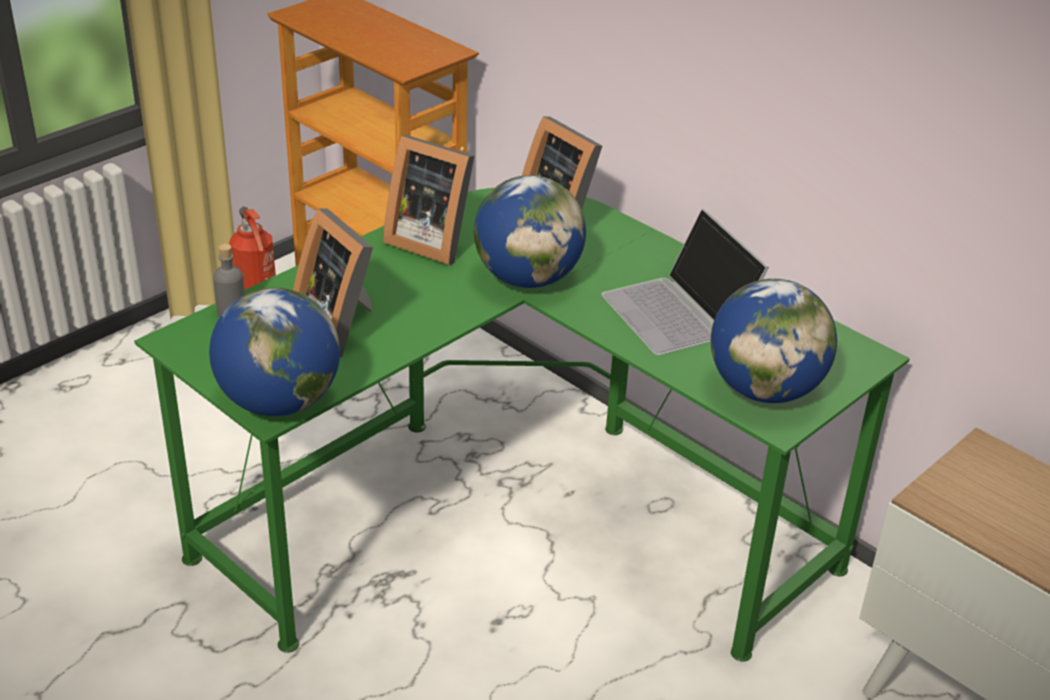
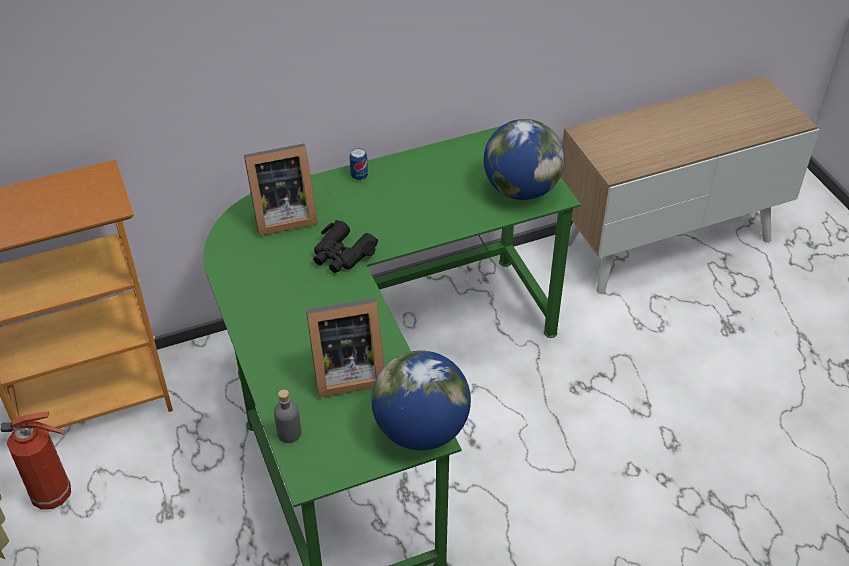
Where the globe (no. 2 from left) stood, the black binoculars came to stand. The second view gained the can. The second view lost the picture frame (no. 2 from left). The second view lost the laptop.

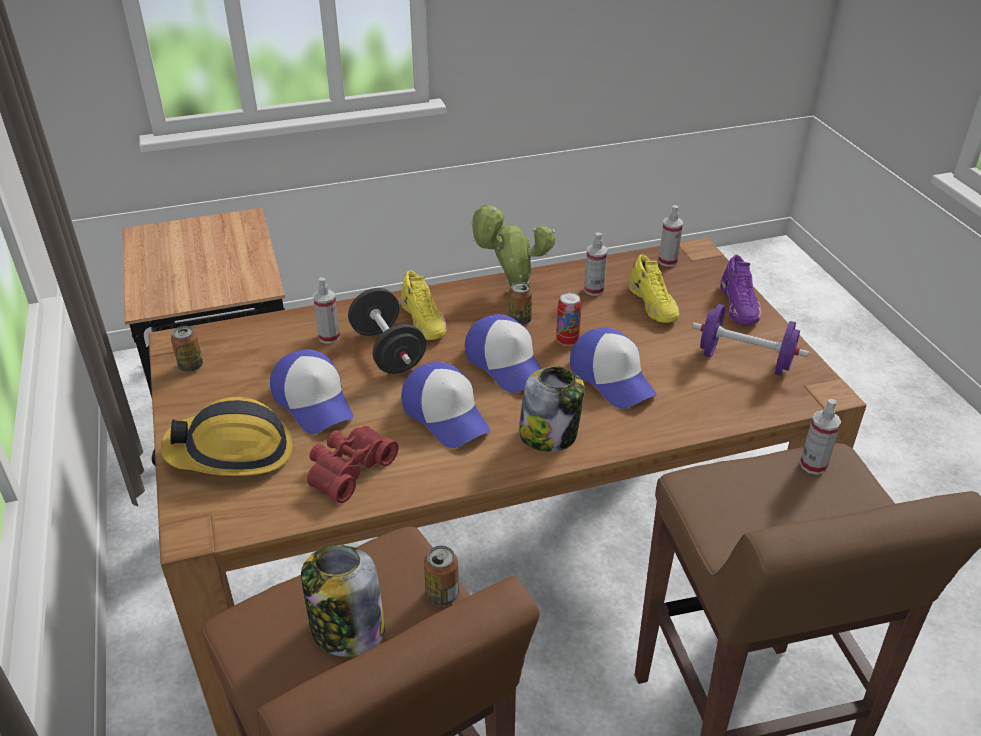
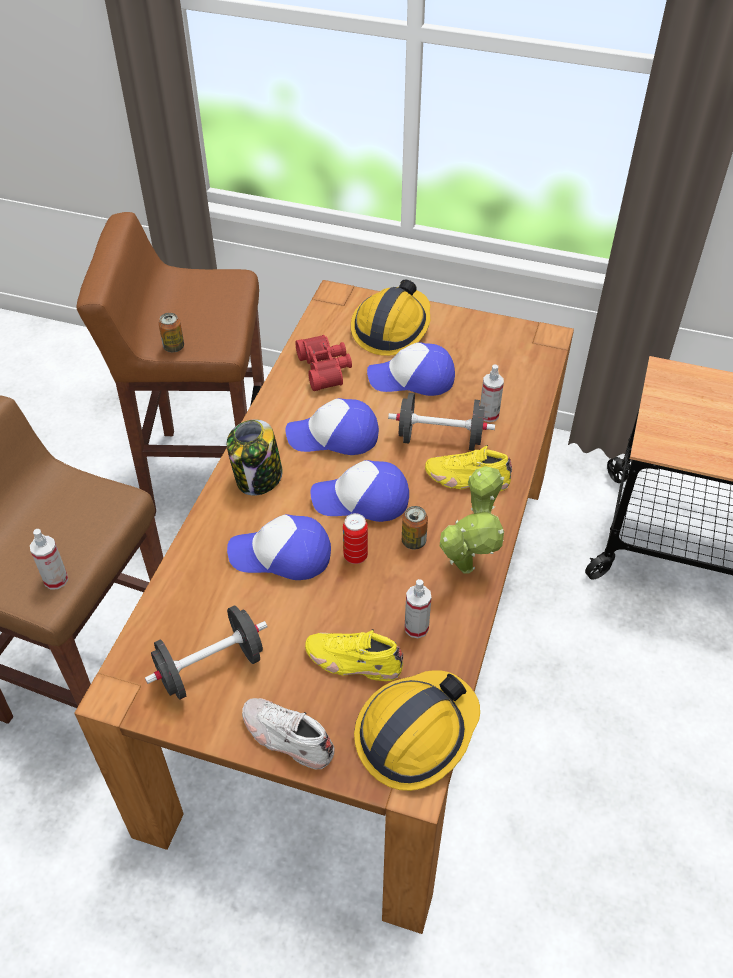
What was the purple dumbbell turned into the black dumbbell (no. 1 from left). What was the purple shoe turned into the white shoe. Where the spray bottle (no. 3 from left) stood, the hard hat (no. 2 from left) came to stand. The second view lost the can (no. 1 from left). The second view lost the jar (no. 1 from left).

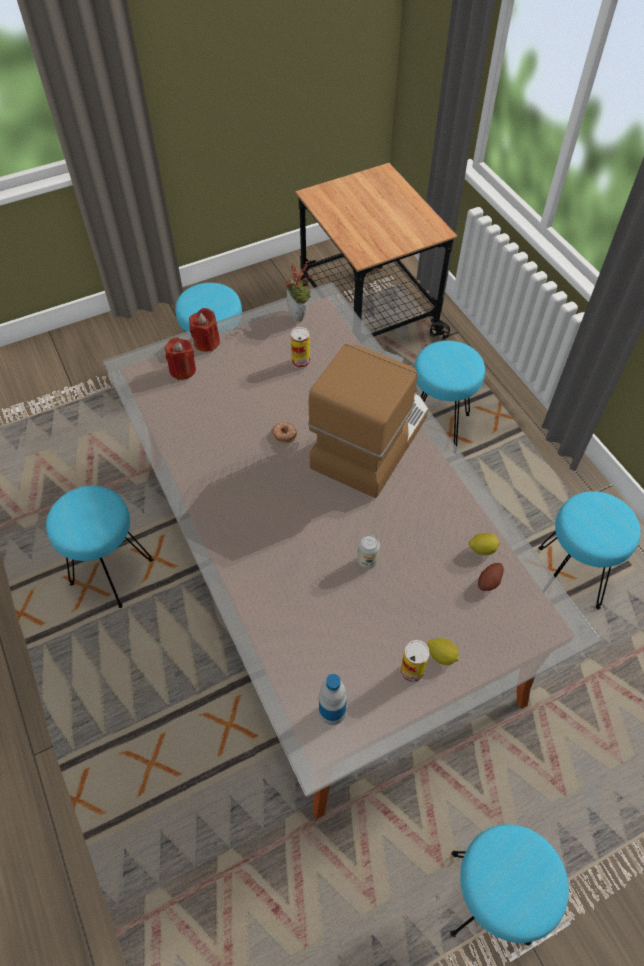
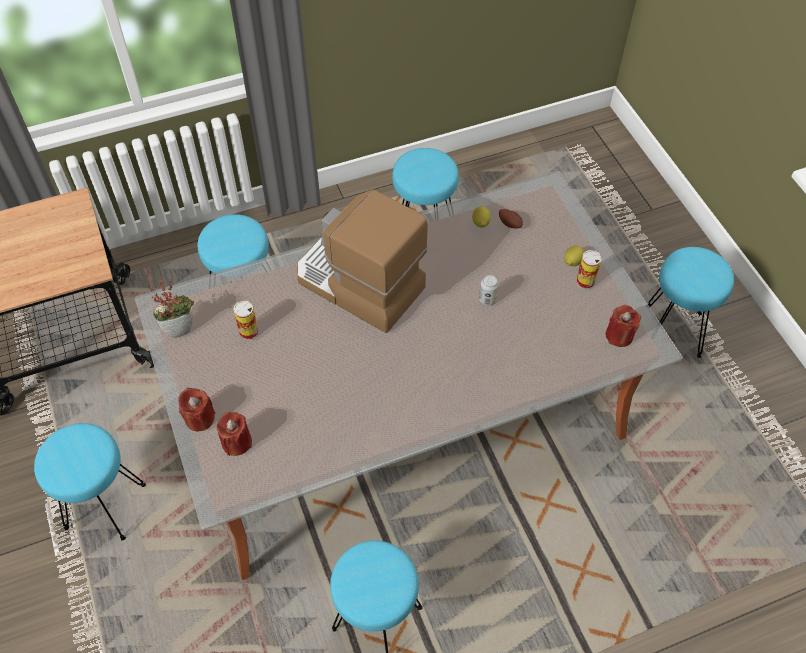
Where the bottle stood, the red candle (no. 3 from left) came to stand. The second view lost the donut.

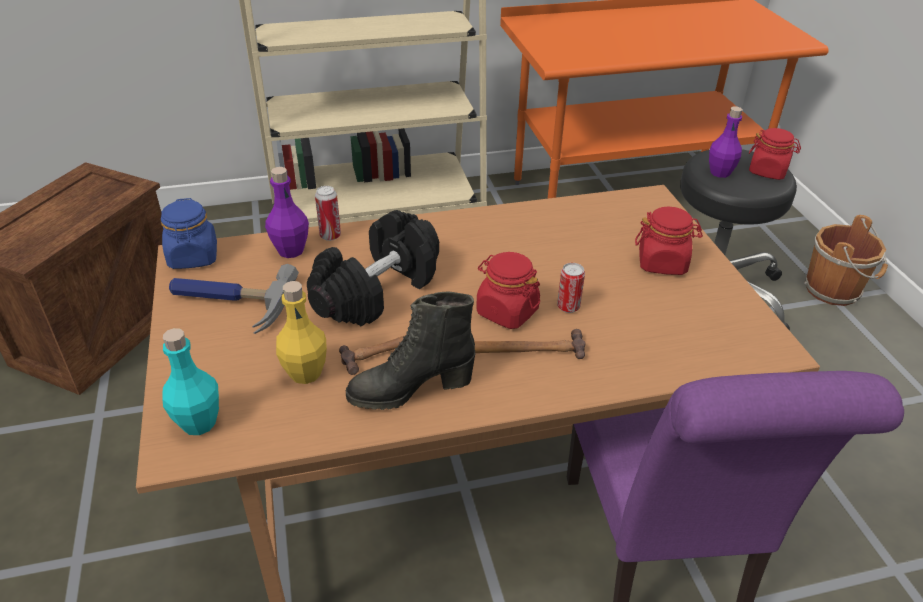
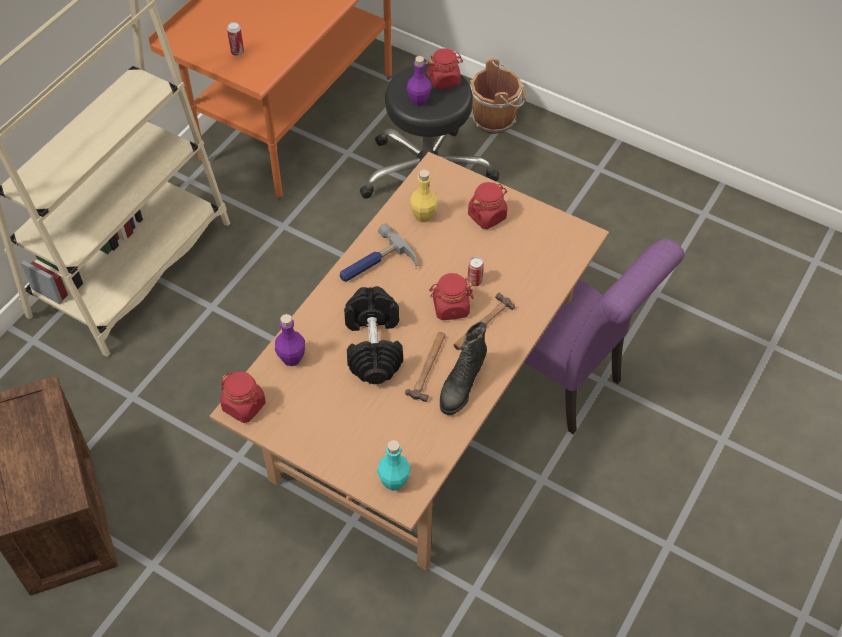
What was the blue jar turned into the red jar (no. 1 from left). The can (no. 1 from left) ended up elsewhere. The hammer (no. 1 from left) ended up elsewhere. The yellow bottle ended up elsewhere.

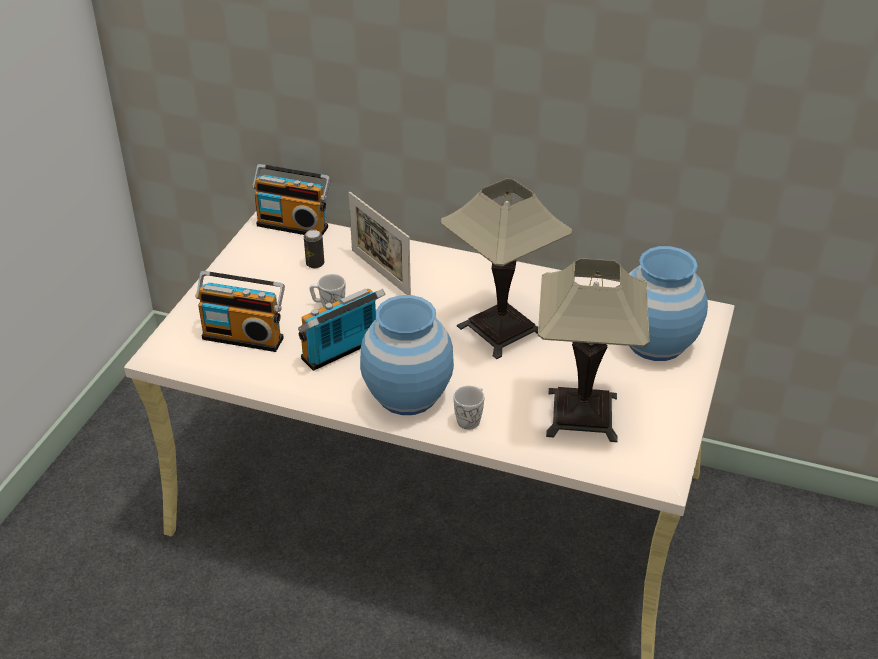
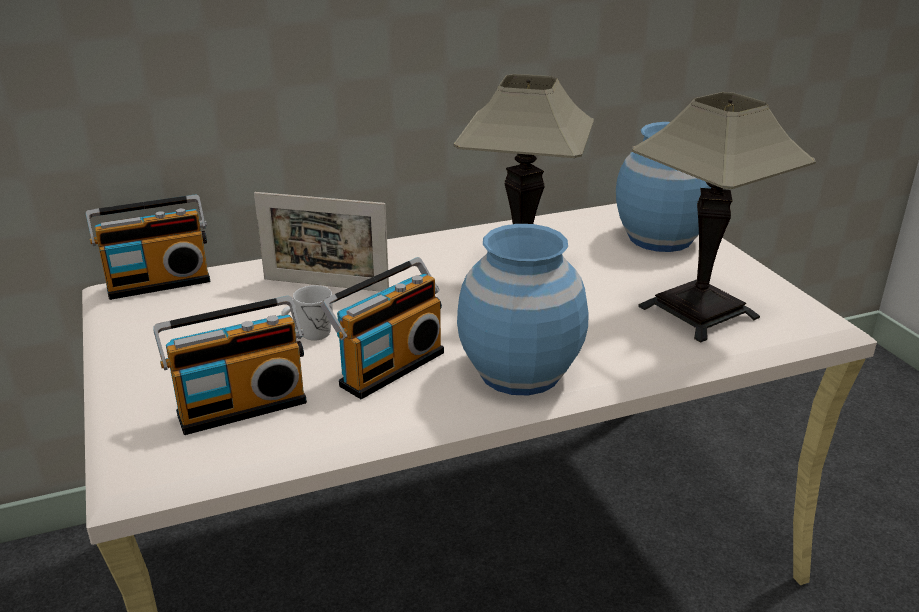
The radio (no. 3 from left) ended up facing another way, 150 degrees counterclockwise from before. The second view lost the can. The second view lost the white mug (no. 2 from left).

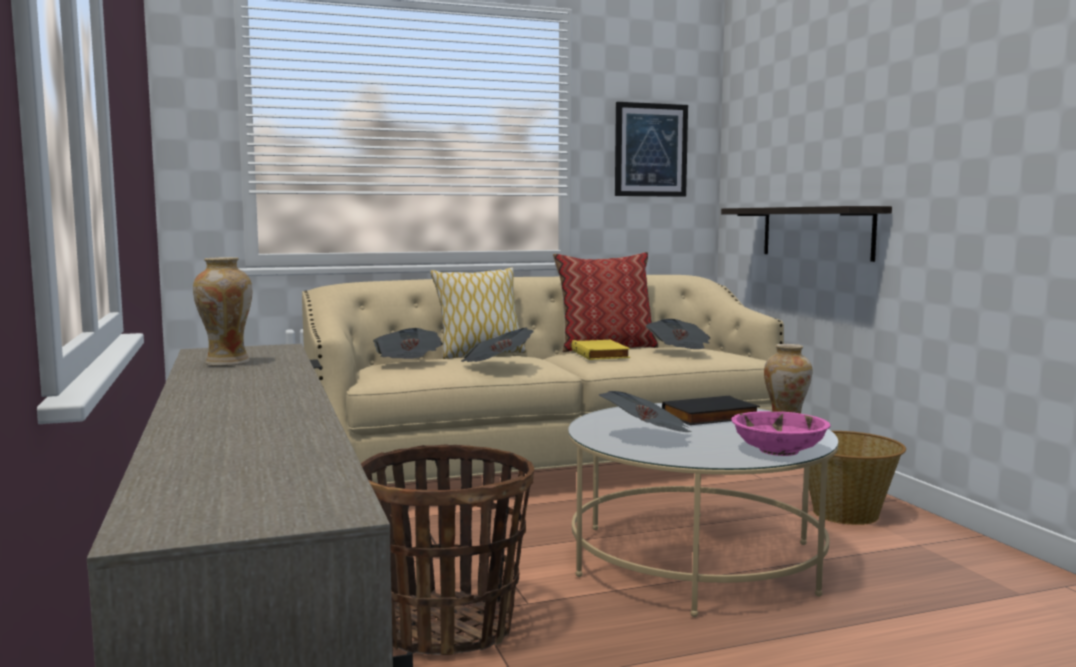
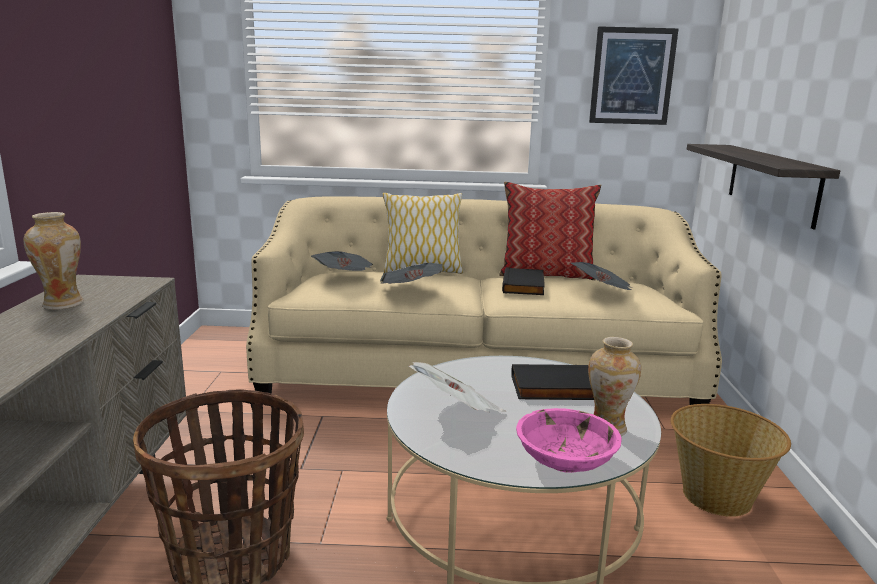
What was the yellow book turned into the black book (no. 1 from left).

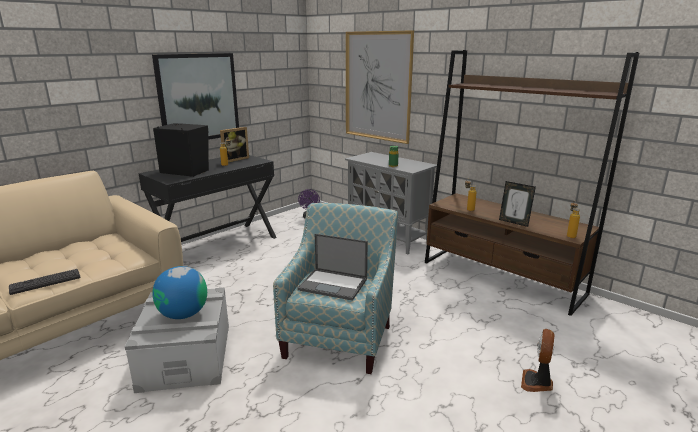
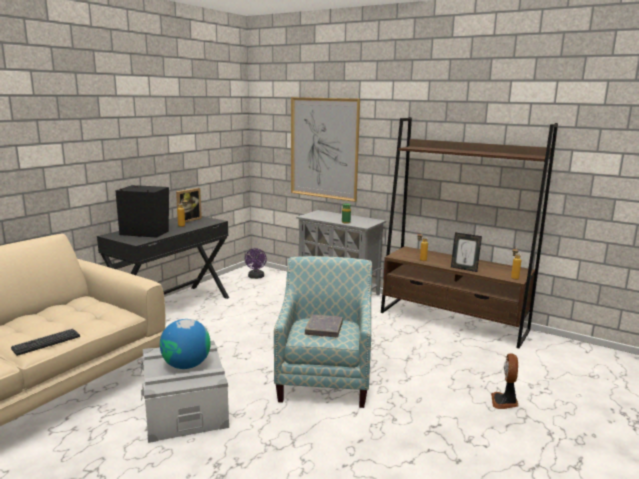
Where the laptop stood, the grey book came to stand. The second view lost the picture (no. 1 from left).

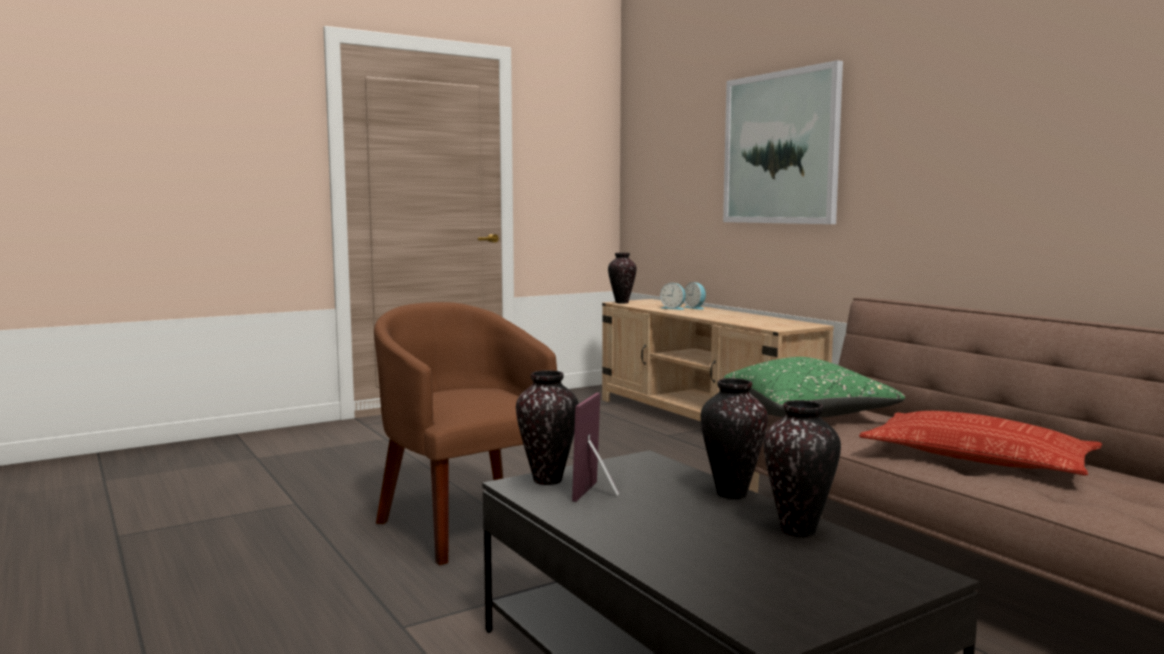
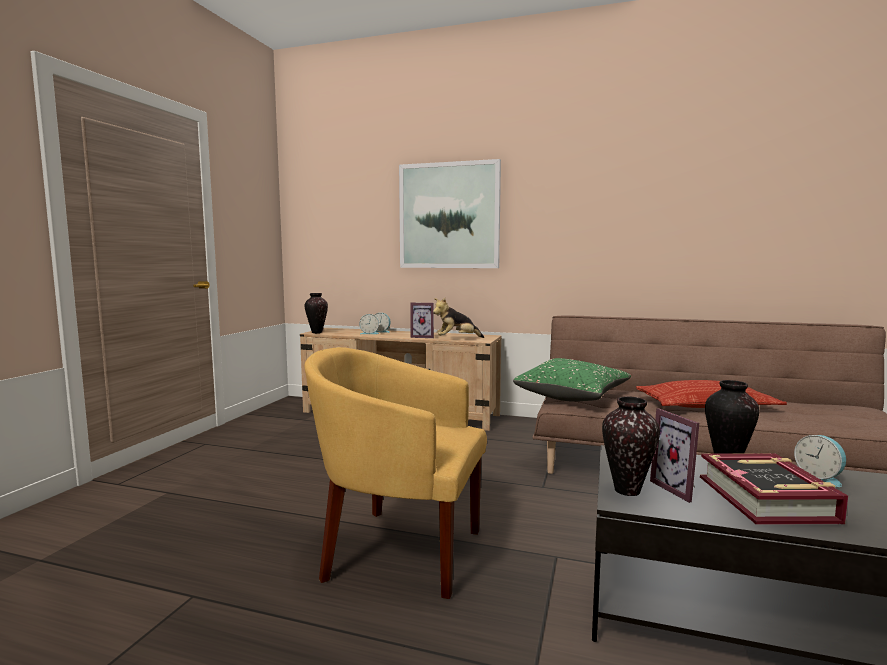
What was the brown armchair turned into the yellow armchair. The second view gained the picture frame (no. 1 from left). The second view gained the plush toy. The second view gained the book. Where the vase (no. 4 from left) stood, the alarm clock (no. 3 from left) came to stand.

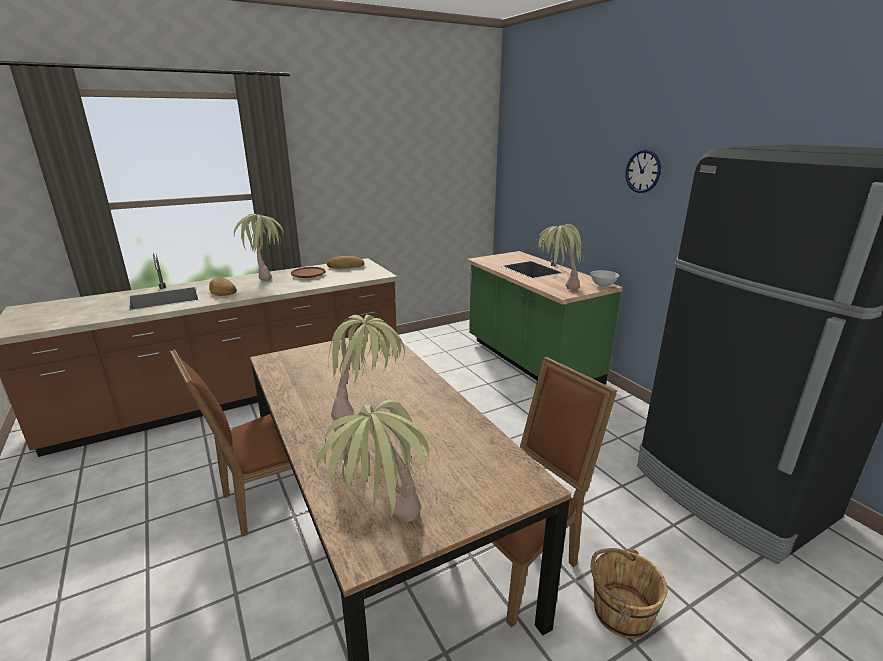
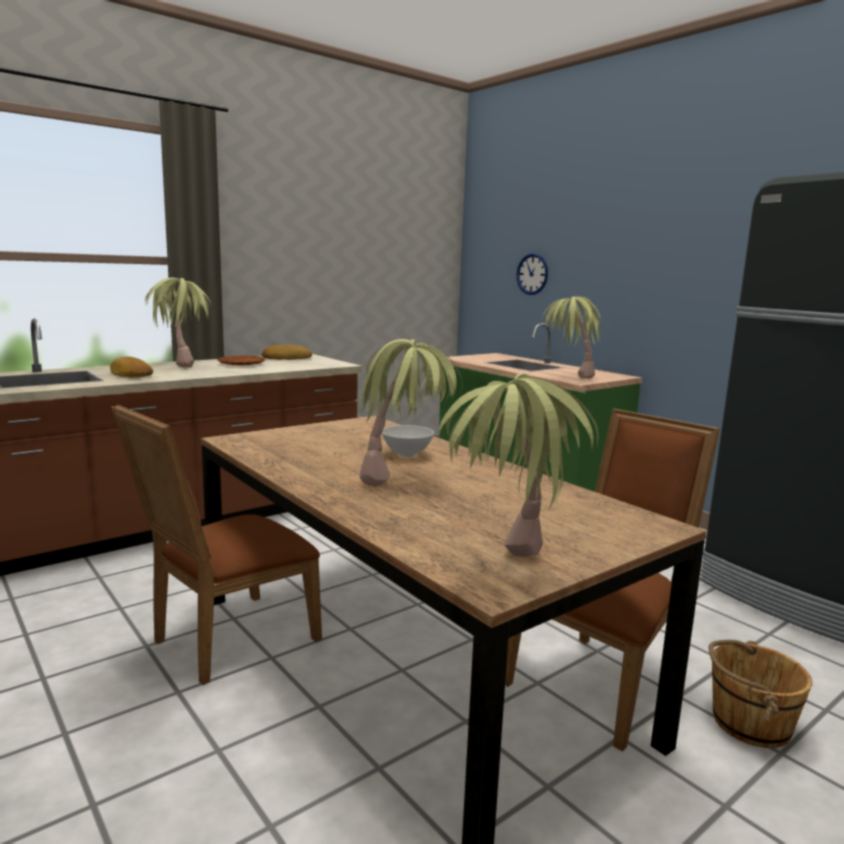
The white bowl ended up elsewhere. The wall clock ended up elsewhere.

